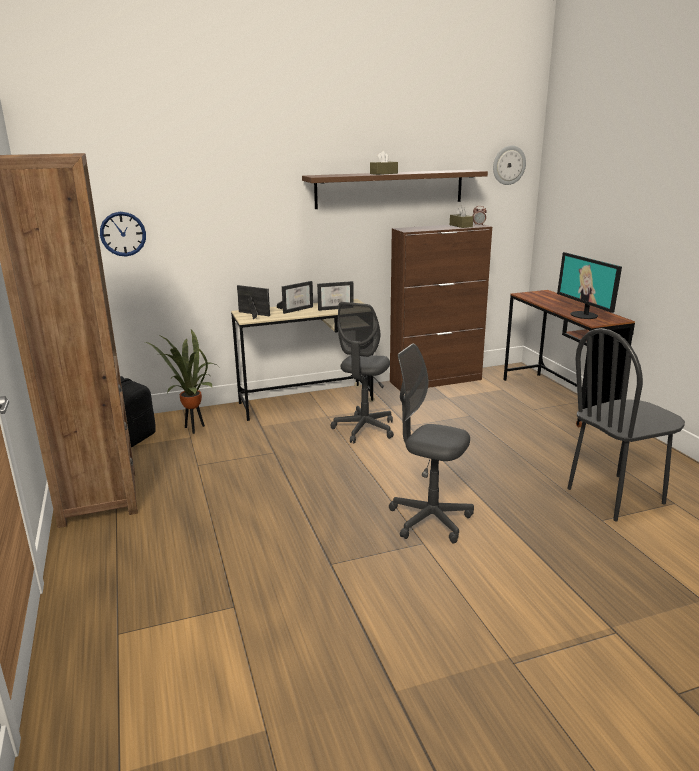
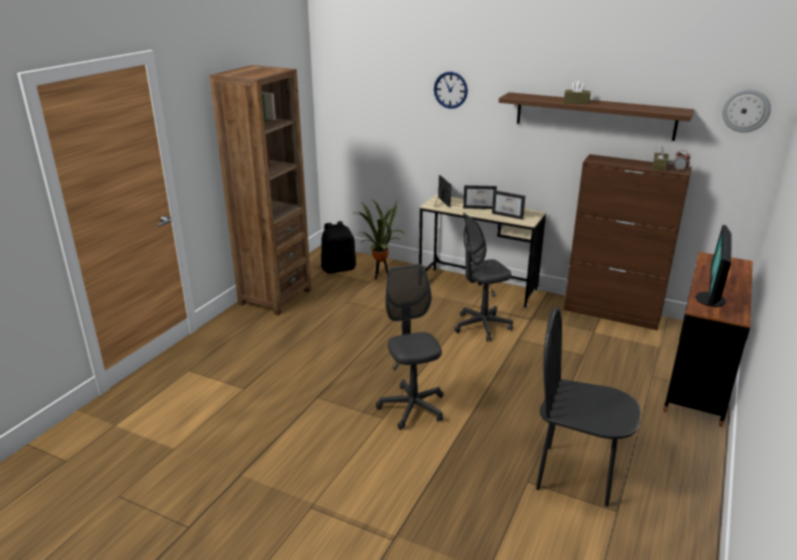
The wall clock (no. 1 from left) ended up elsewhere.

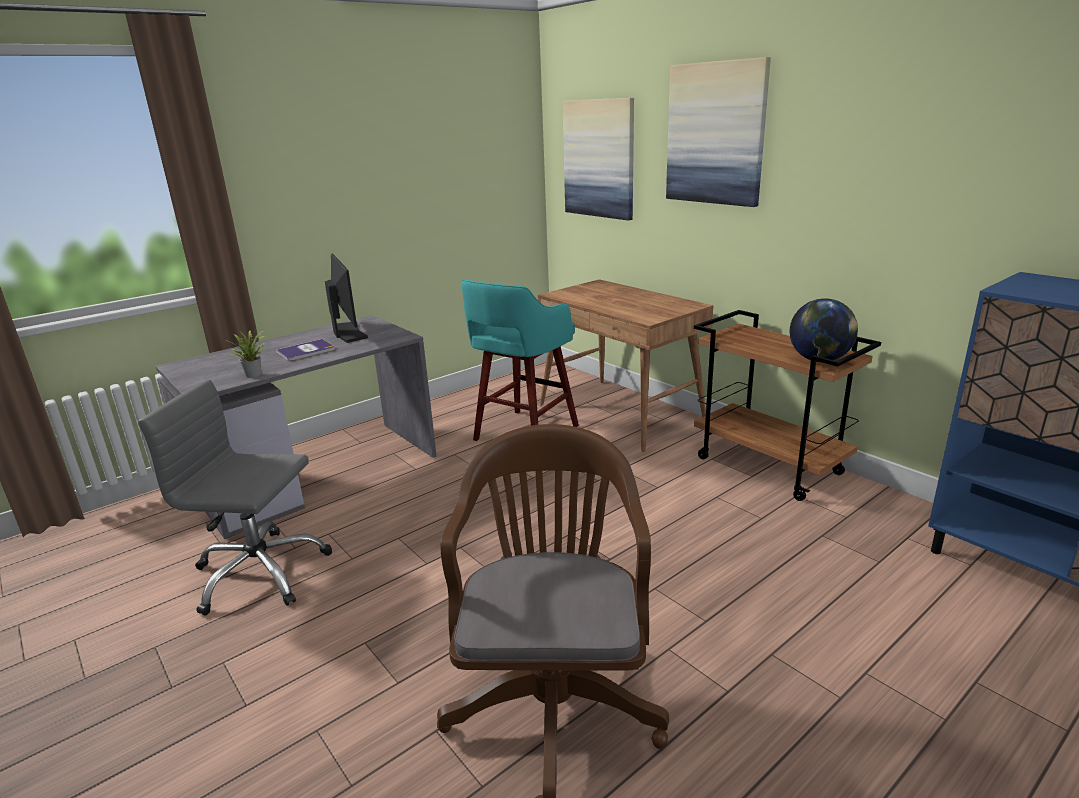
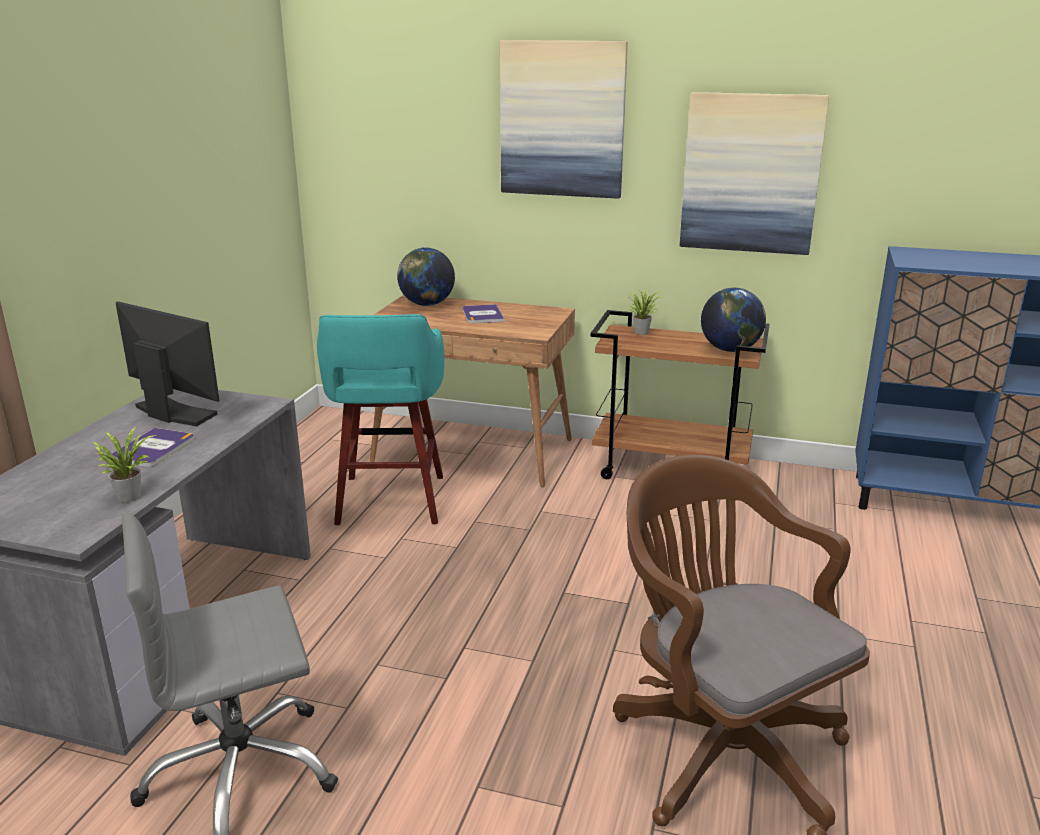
The second view gained the globe (no. 1 from left). The second view gained the book (no. 2 from left). The second view gained the potted plant (no. 2 from left). The picture (no. 1 from left in the first image) ended up elsewhere.

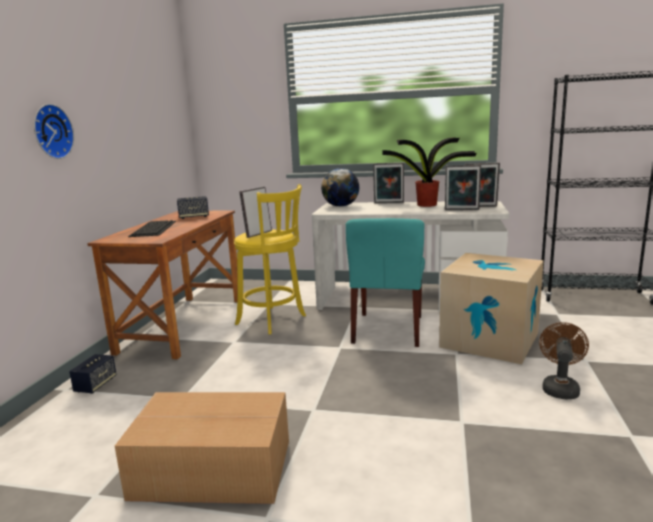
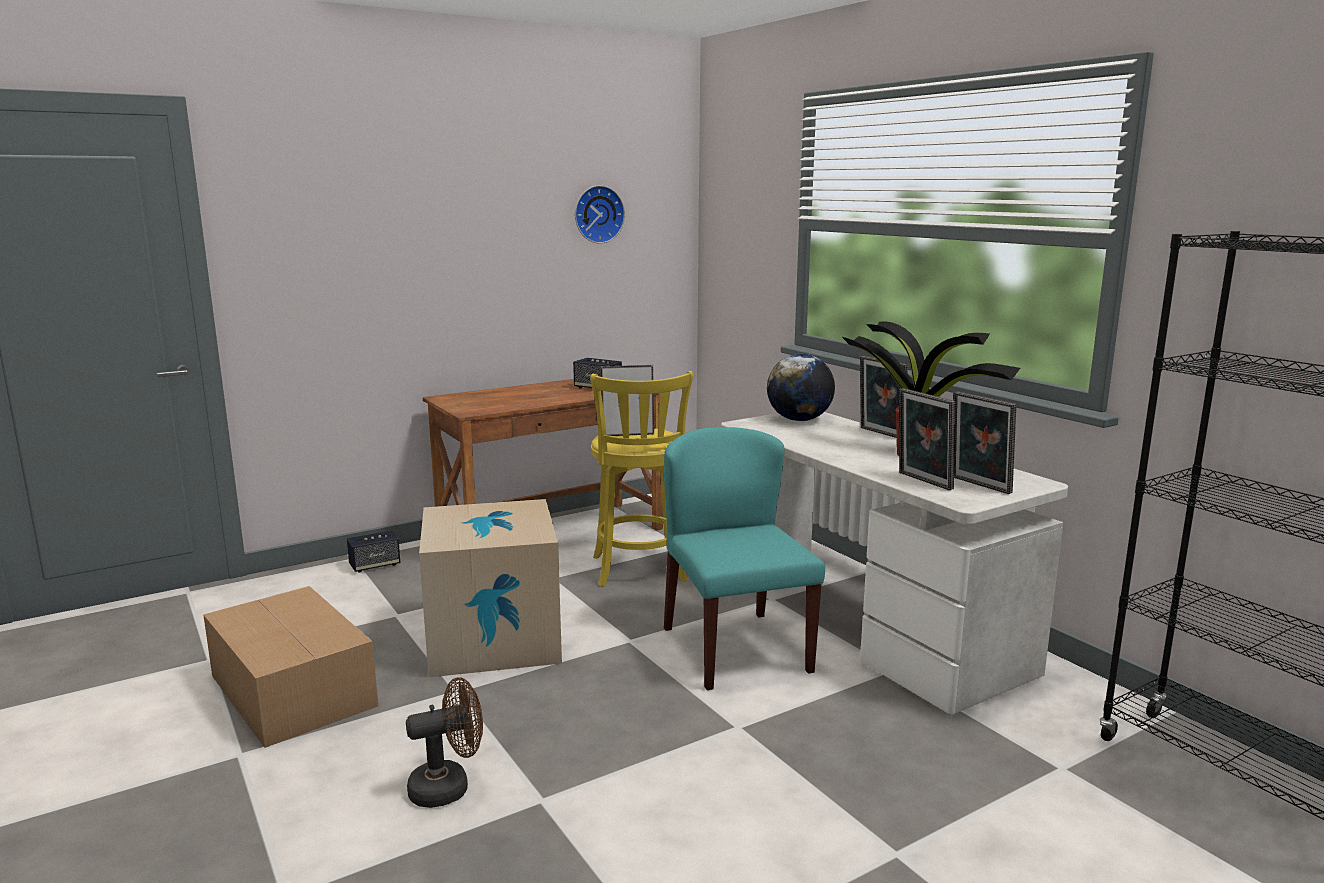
The brown fan ended up elsewhere. The cardboard box (no. 2 from left) ended up elsewhere. The wall clock ended up elsewhere. The turquoise chair ended up facing another way, 105 degrees clockwise from before. The second view lost the keyboard.

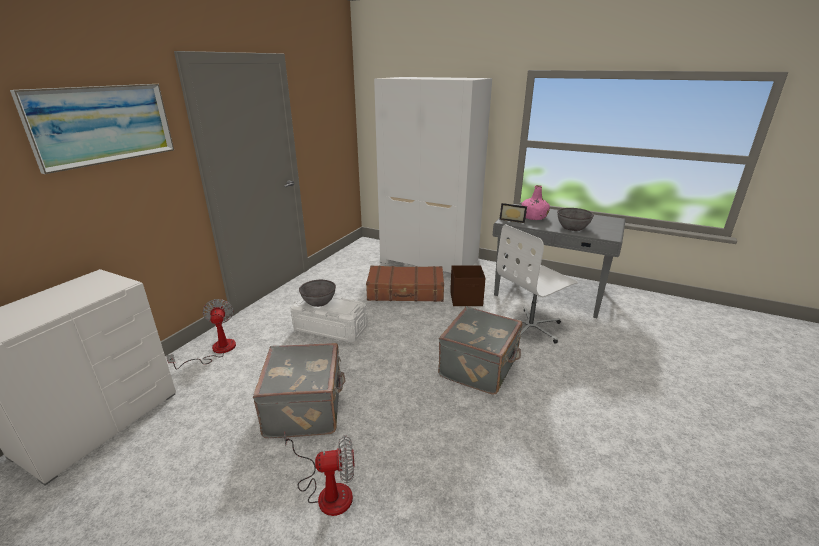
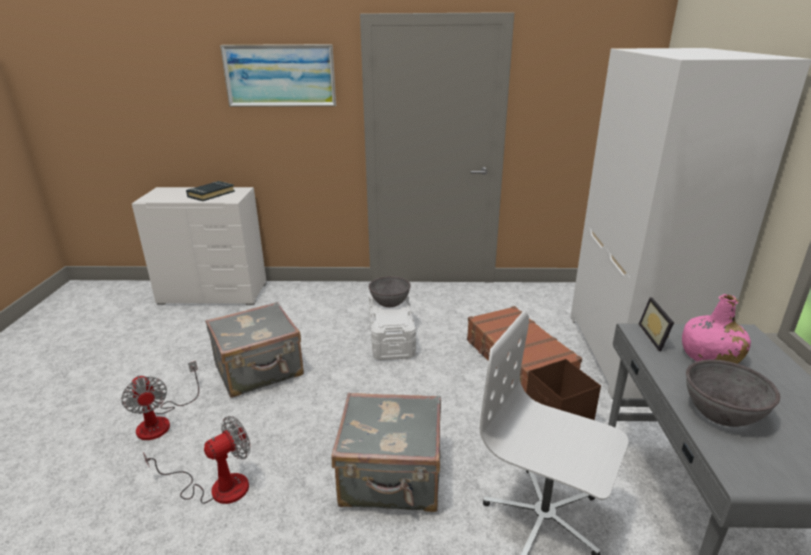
The fan (no. 1 from left in the first image) ended up elsewhere. The second view gained the black book.

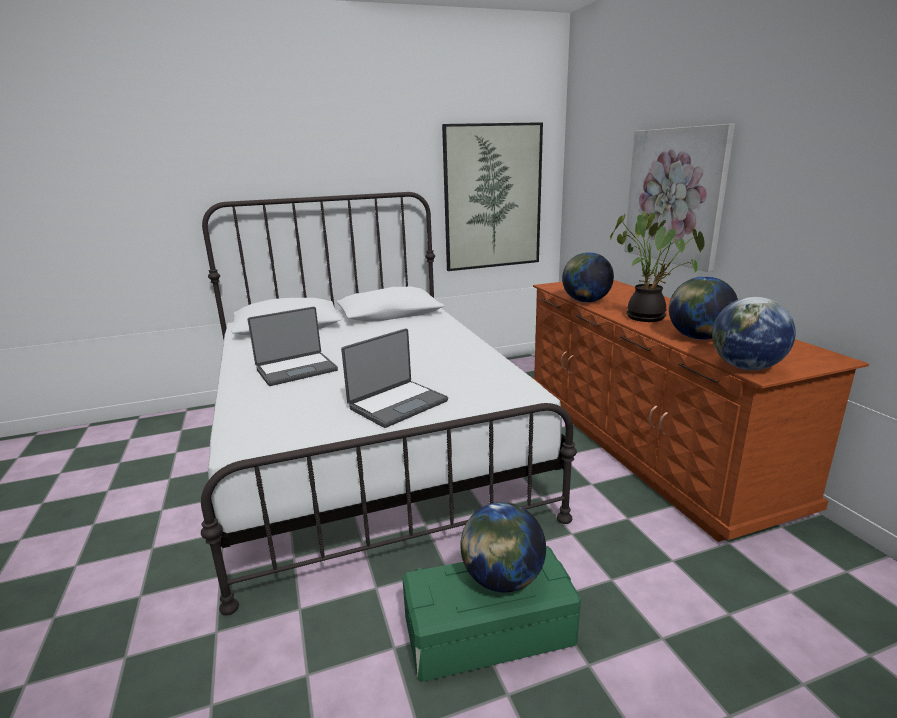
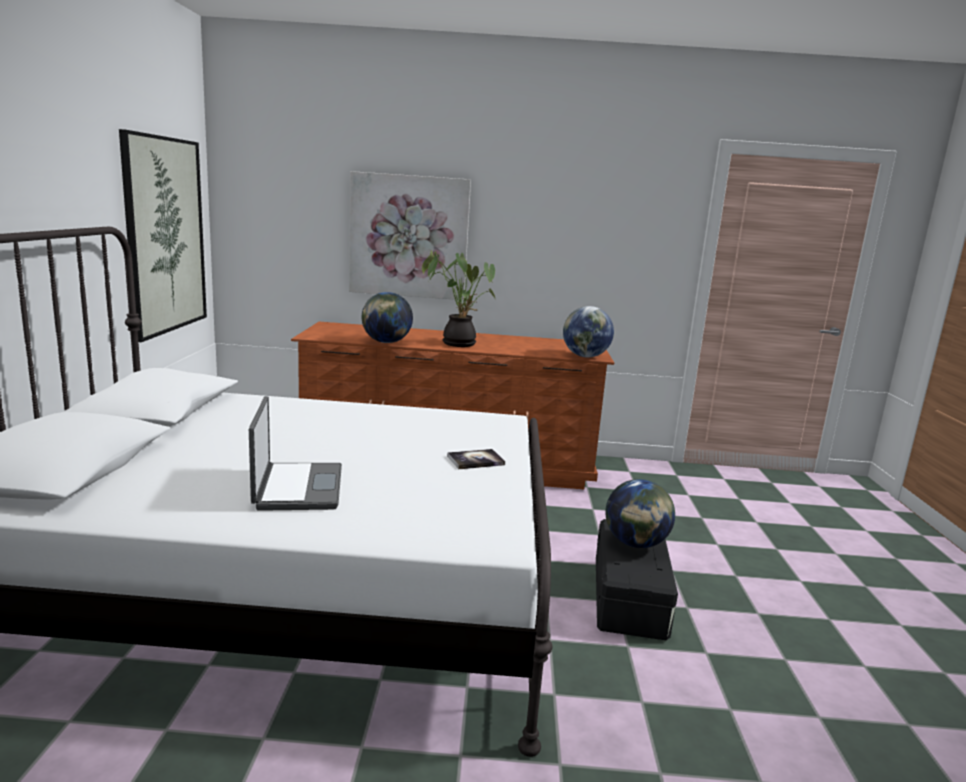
Where the laptop (no. 2 from left) stood, the book came to stand. What was the green storage box turned into the black storage box. The second view lost the globe (no. 3 from left).

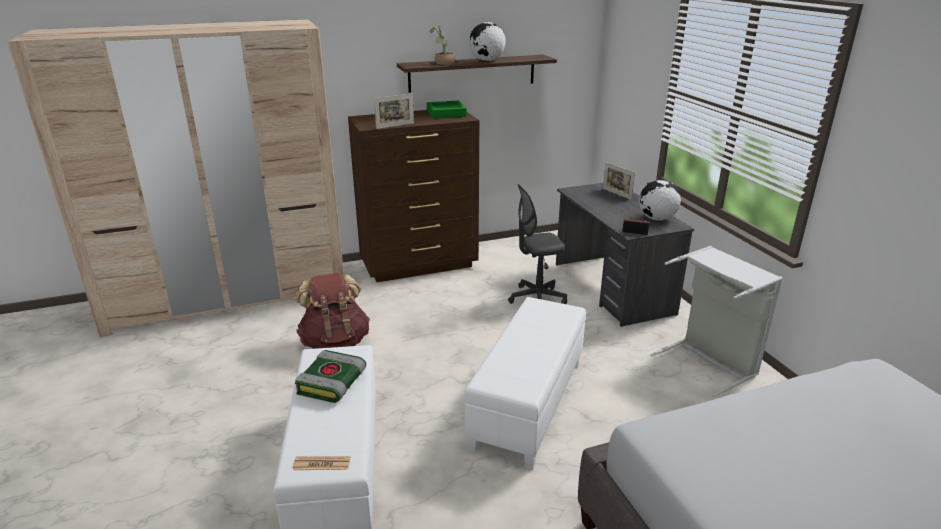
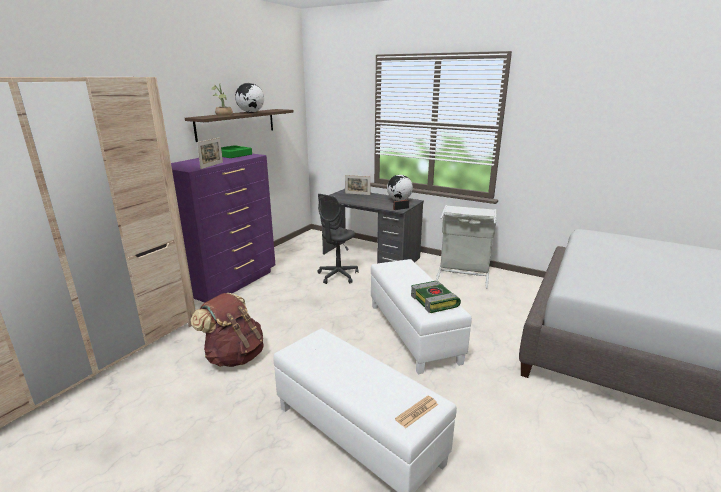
What was the brown dresser turned into the purple dresser. The book ended up elsewhere.

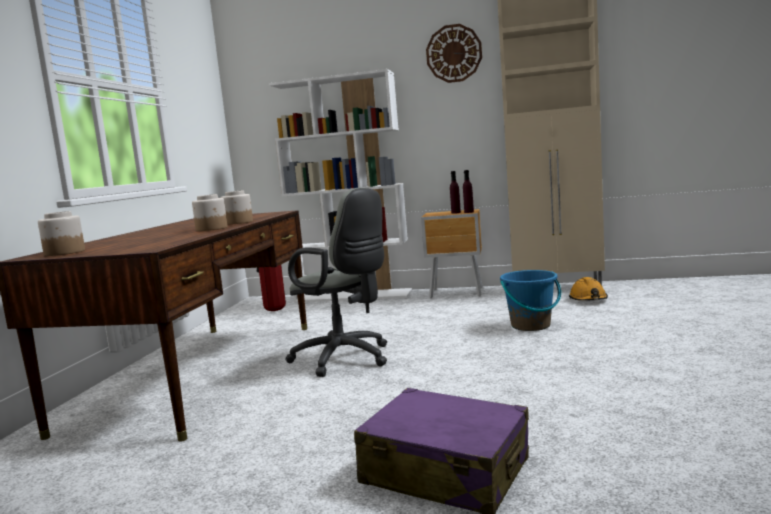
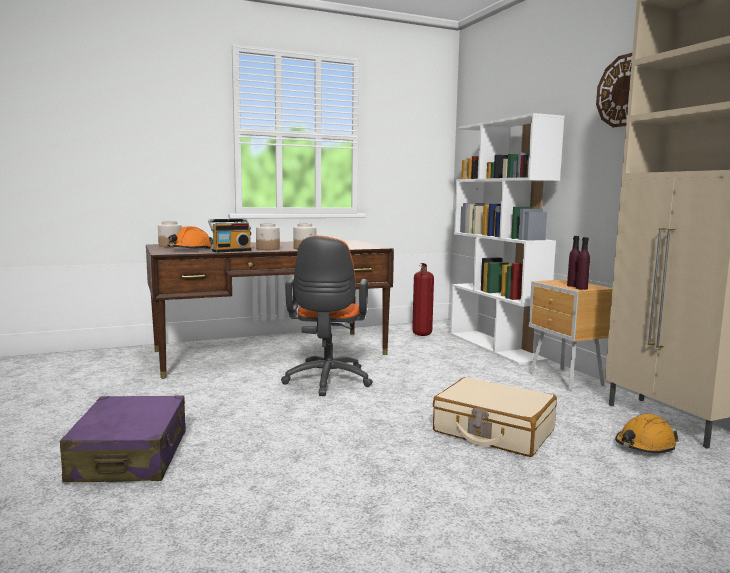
The second view gained the orange hard hat (no. 1 from left). The second view gained the radio. What was the grey office chair turned into the orange office chair. Where the blue bucket stood, the beige suitcase came to stand.

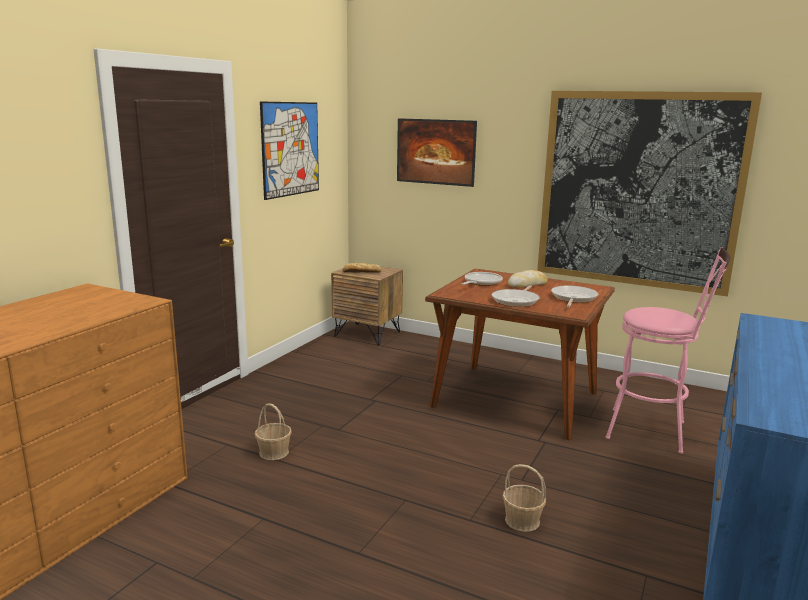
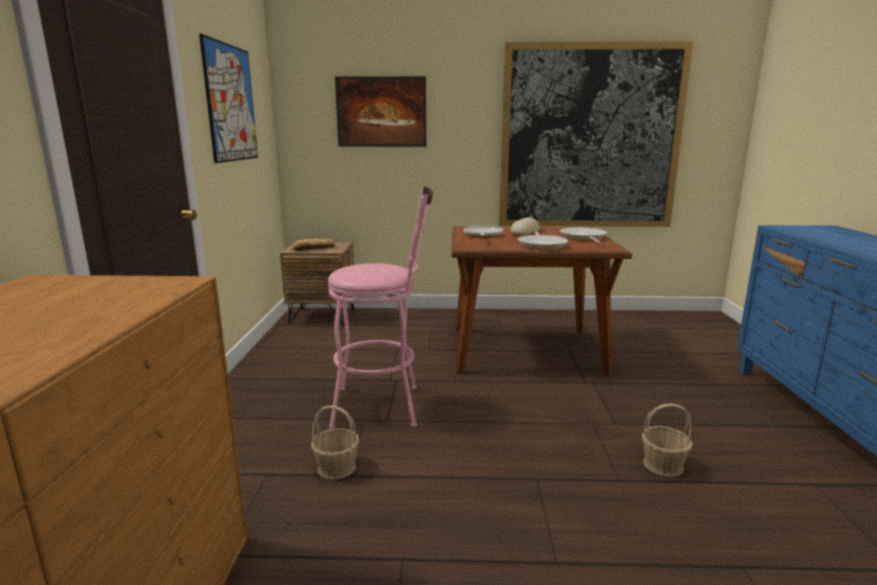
The pink stool ended up elsewhere.

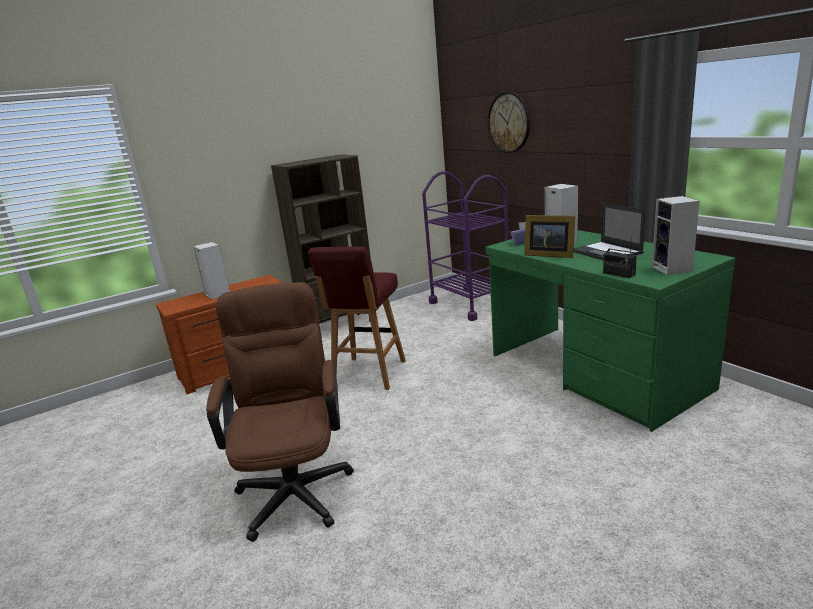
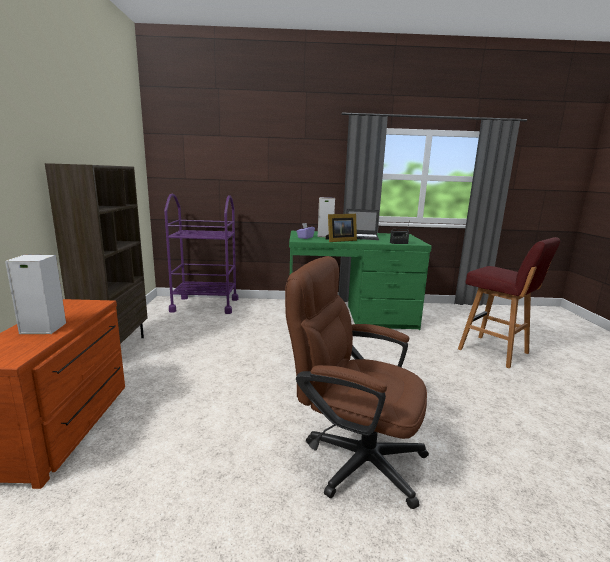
The red stool ended up elsewhere. The second view lost the wall clock. The second view lost the speaker (no. 3 from left).

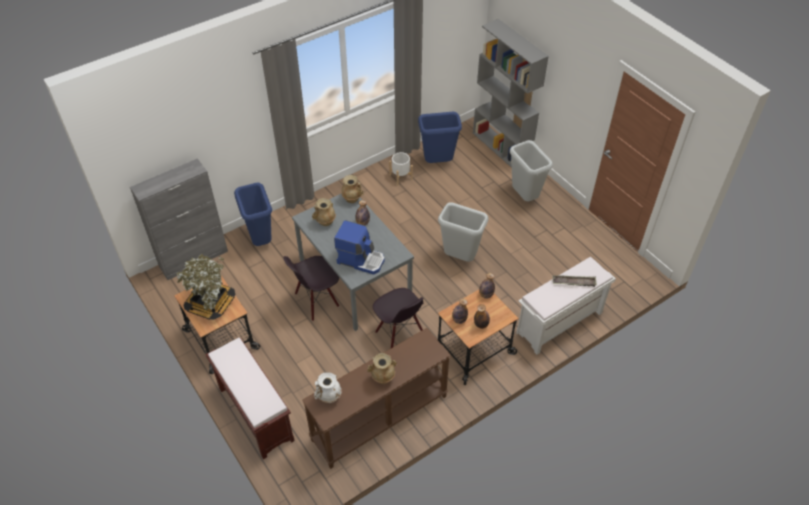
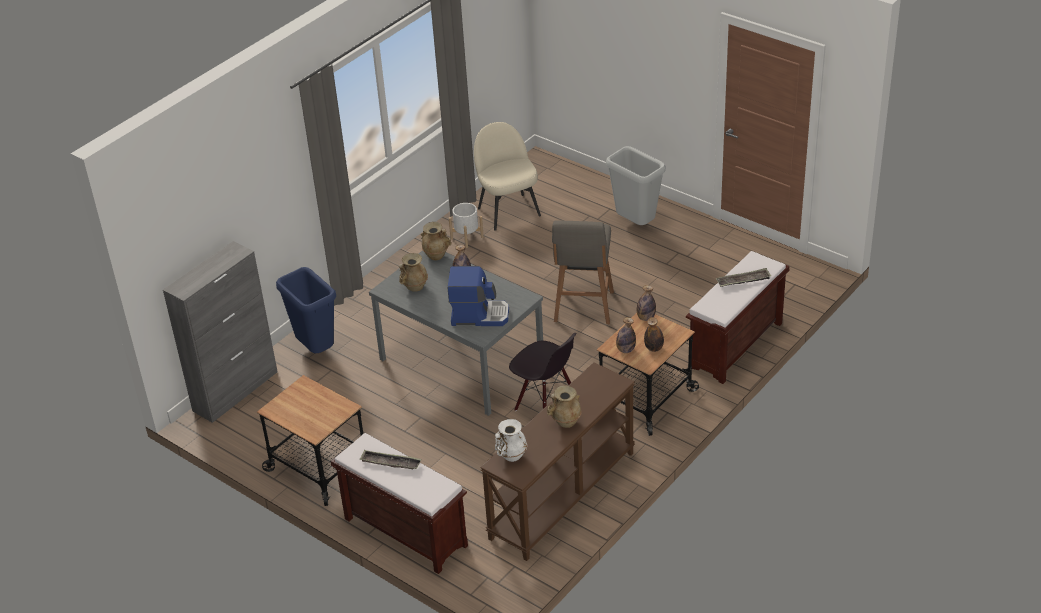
The second view gained the tray (no. 1 from left). Where the blue trash can (no. 2 from left) stood, the beige chair came to stand. Where the grey trash can (no. 1 from left) stood, the grey stool came to stand. What was the white bench turned into the brown bench (no. 2 from left). The second view lost the potted plant. The second view lost the black chair (no. 1 from left). The second view lost the grey bookcase.

